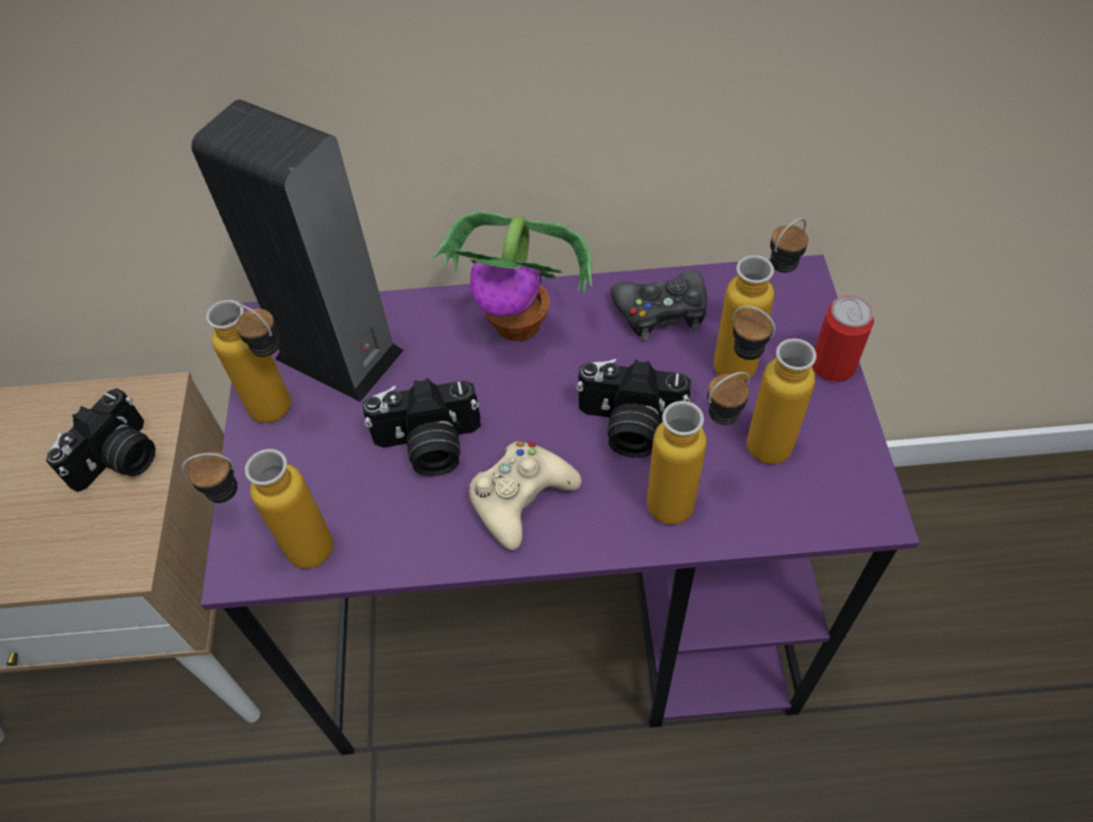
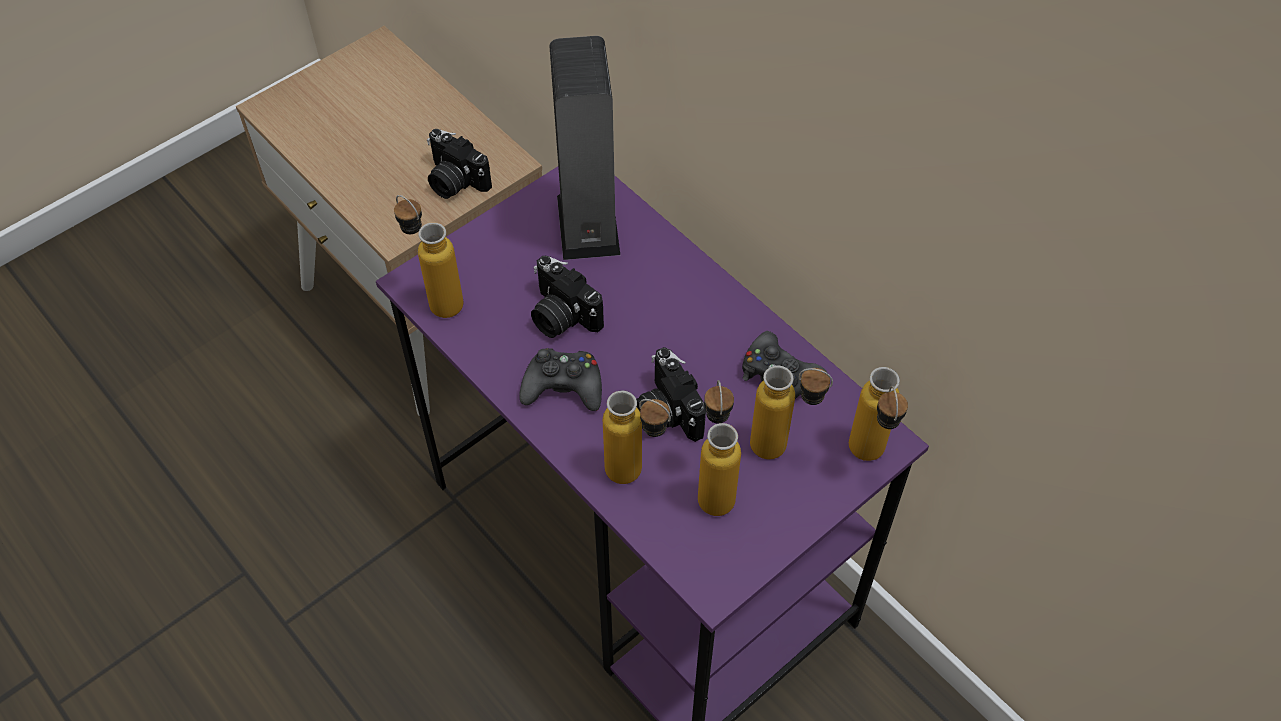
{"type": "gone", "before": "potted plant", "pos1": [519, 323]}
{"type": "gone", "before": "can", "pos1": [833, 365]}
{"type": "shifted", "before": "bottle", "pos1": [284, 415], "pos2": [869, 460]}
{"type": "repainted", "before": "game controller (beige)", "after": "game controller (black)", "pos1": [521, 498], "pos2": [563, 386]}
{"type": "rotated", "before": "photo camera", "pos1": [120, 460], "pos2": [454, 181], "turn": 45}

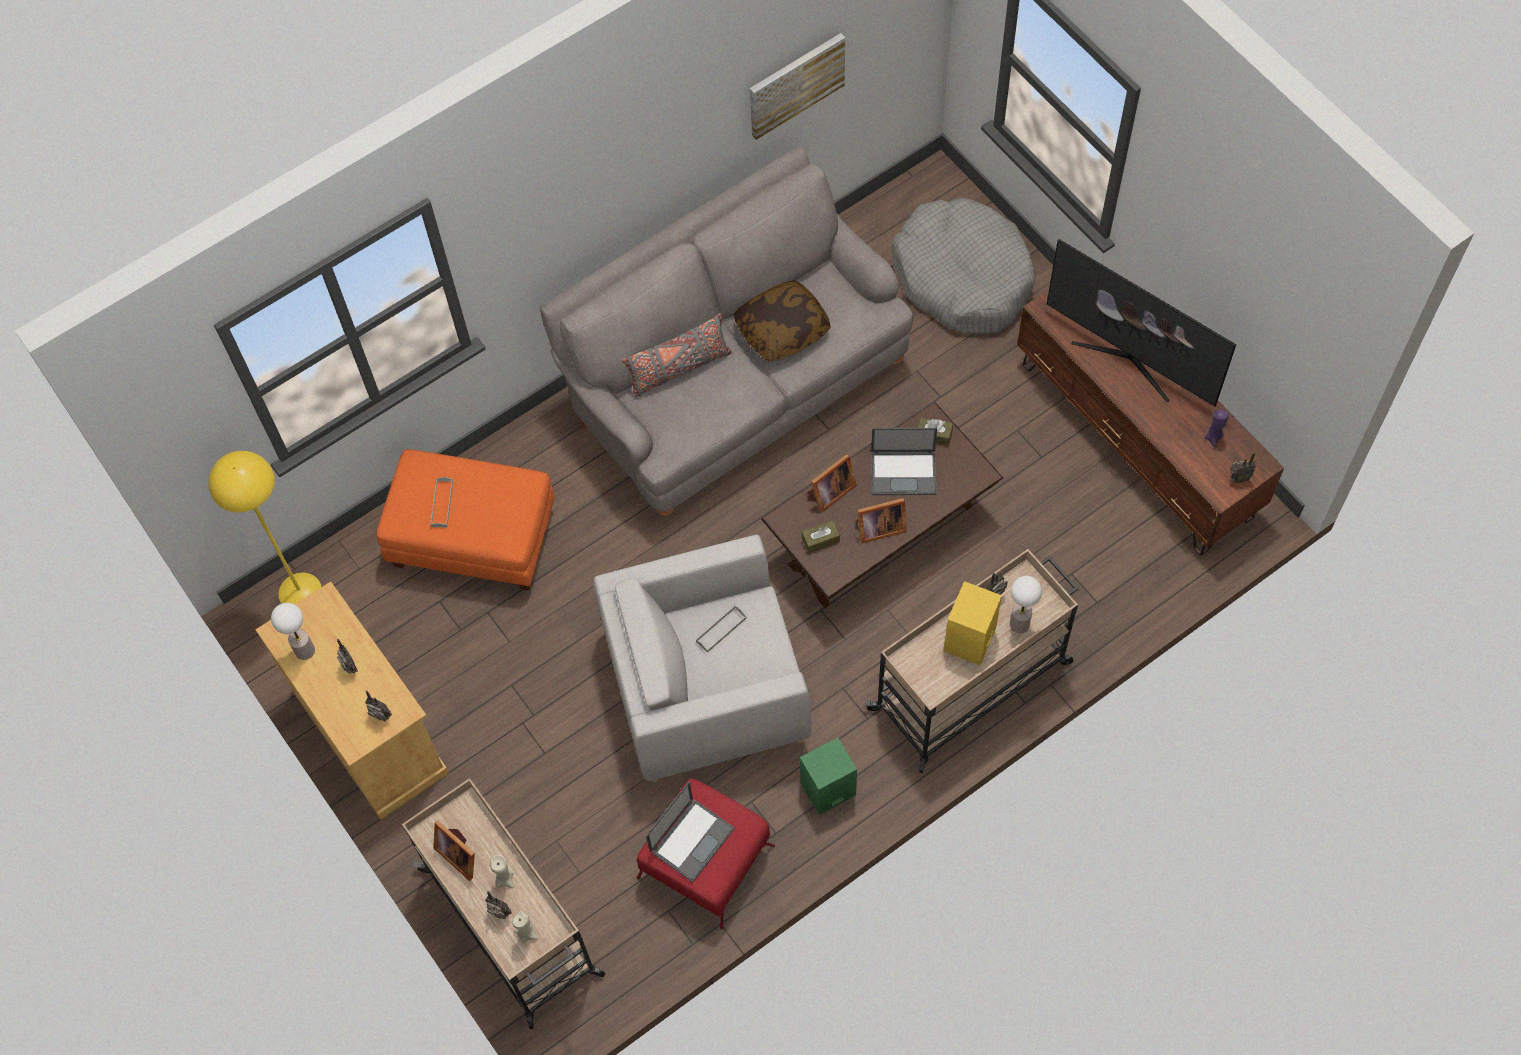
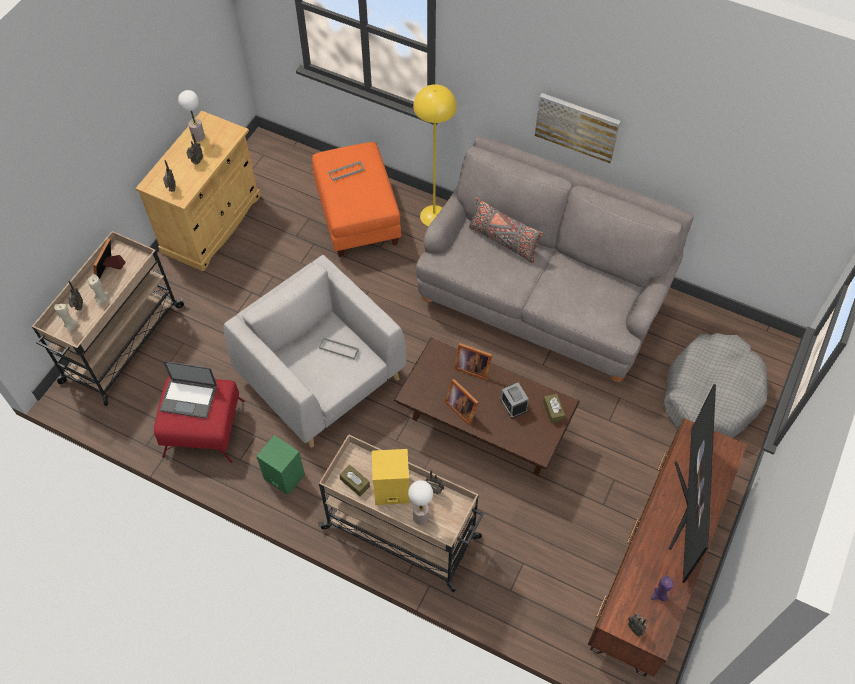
{"type": "gone", "before": "pillow", "pos1": [782, 329]}
{"type": "shifted", "before": "floor lamp (yellow)", "pos1": [300, 591], "pos2": [434, 216]}
{"type": "shifted", "before": "picture", "pos1": [795, 84], "pos2": [577, 126]}
{"type": "shifted", "before": "tissue box (brown)", "pos1": [820, 539], "pos2": [355, 483]}
{"type": "swapped", "before": "laptop", "after": "alarm clock", "pos1": [904, 472], "pos2": [513, 405]}

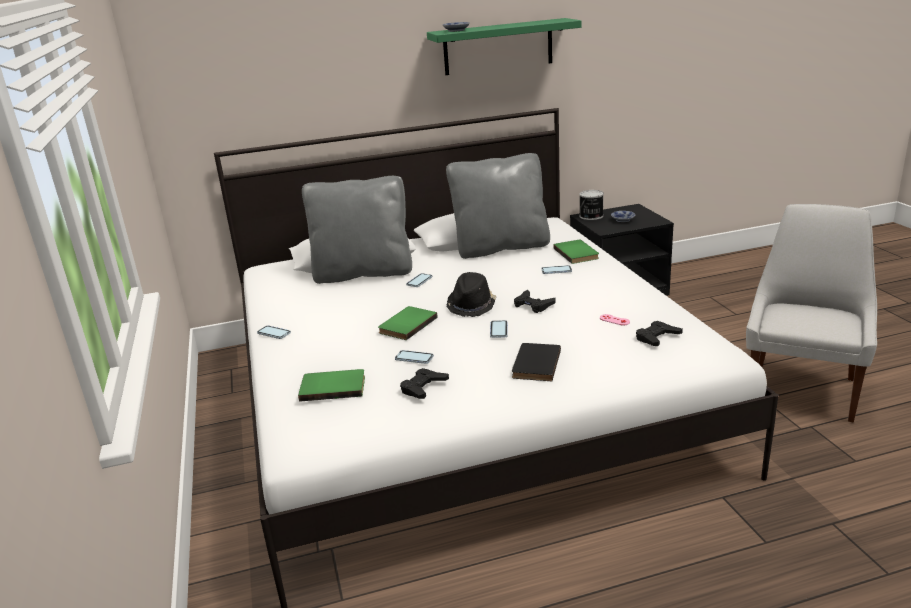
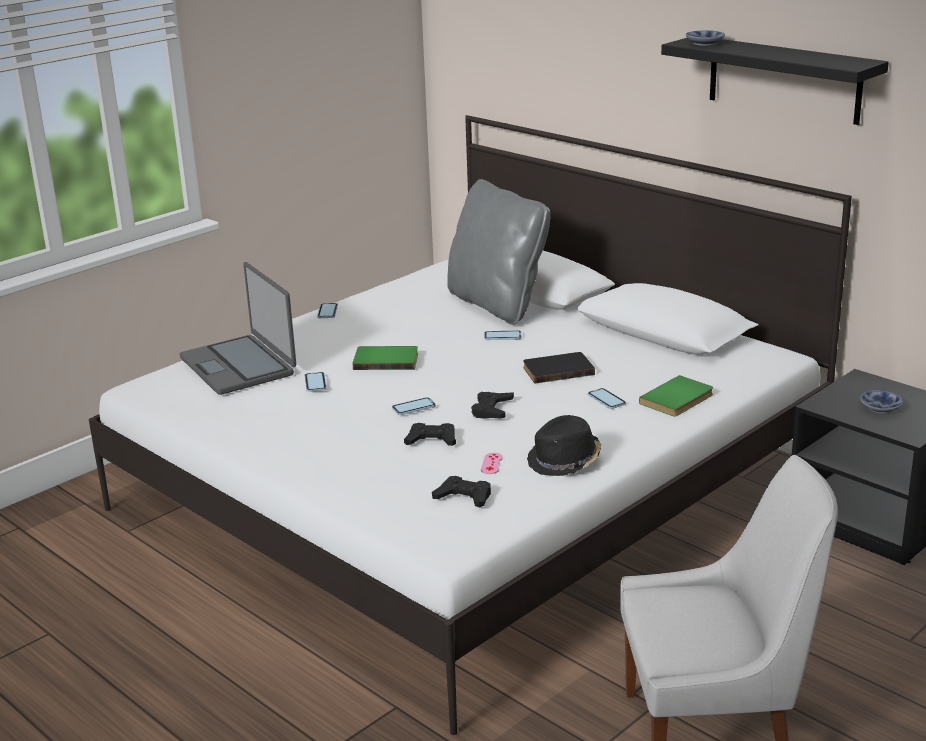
{"type": "gone", "before": "pillow (grey)", "pos1": [501, 247]}
{"type": "gone", "before": "can", "pos1": [591, 216]}
{"type": "shifted", "before": "game controller (black)", "pos1": [423, 387], "pos2": [431, 440]}
{"type": "shifted", "before": "hat (black)", "pos1": [472, 305], "pos2": [564, 461]}
{"type": "shifted", "before": "book (black)", "pos1": [534, 364], "pos2": [557, 370]}
{"type": "swapped", "before": "book (green)", "after": "laptop", "pos1": [333, 387], "pos2": [239, 366]}
{"type": "repainted", "before": "shelf (green)", "after": "shelf (black)", "pos1": [498, 47], "pos2": [784, 79]}

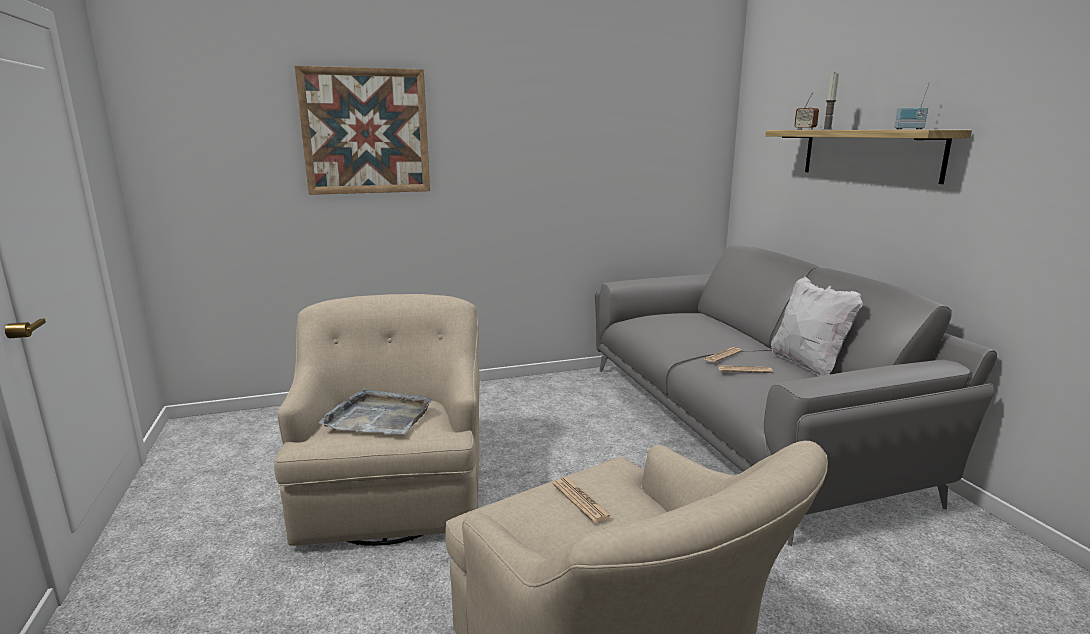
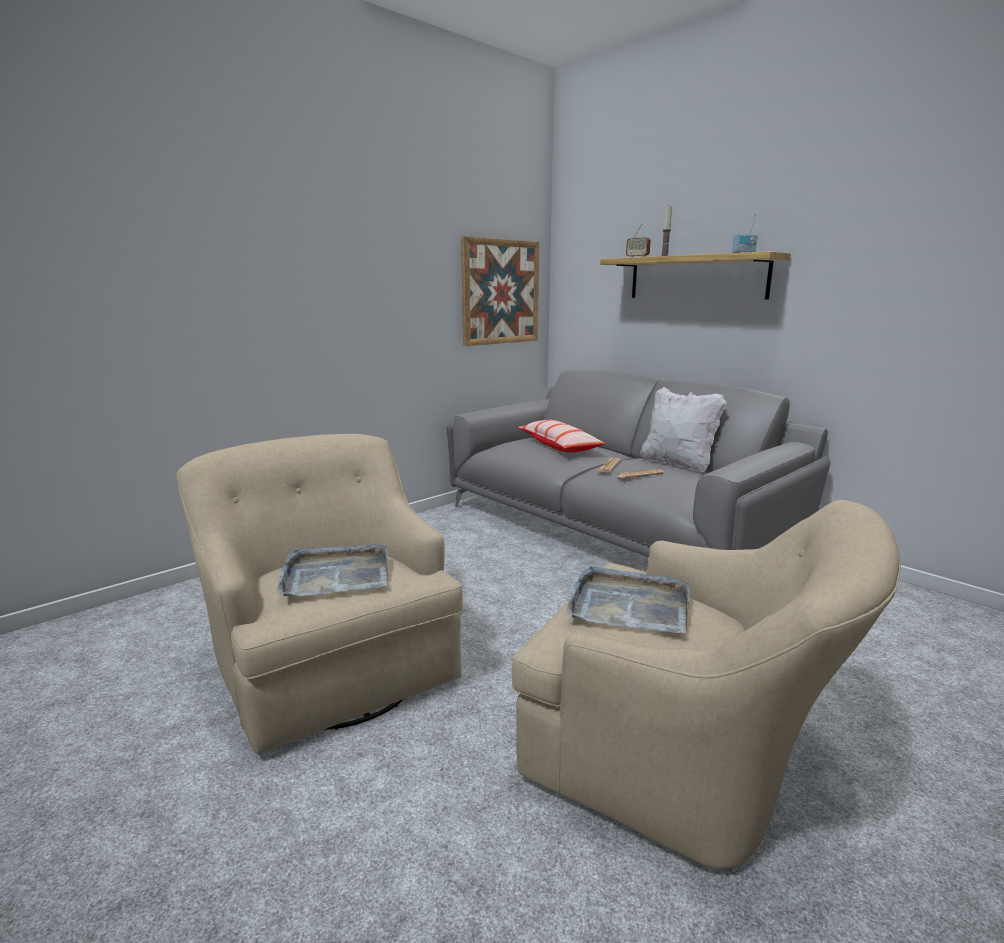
{"type": "new", "after": "pillow", "pos2": [559, 446]}
{"type": "shifted", "before": "picture", "pos1": [365, 131], "pos2": [500, 292]}
{"type": "swapped", "before": "newspaper", "after": "tray (grey)", "pos1": [581, 500], "pos2": [628, 604]}

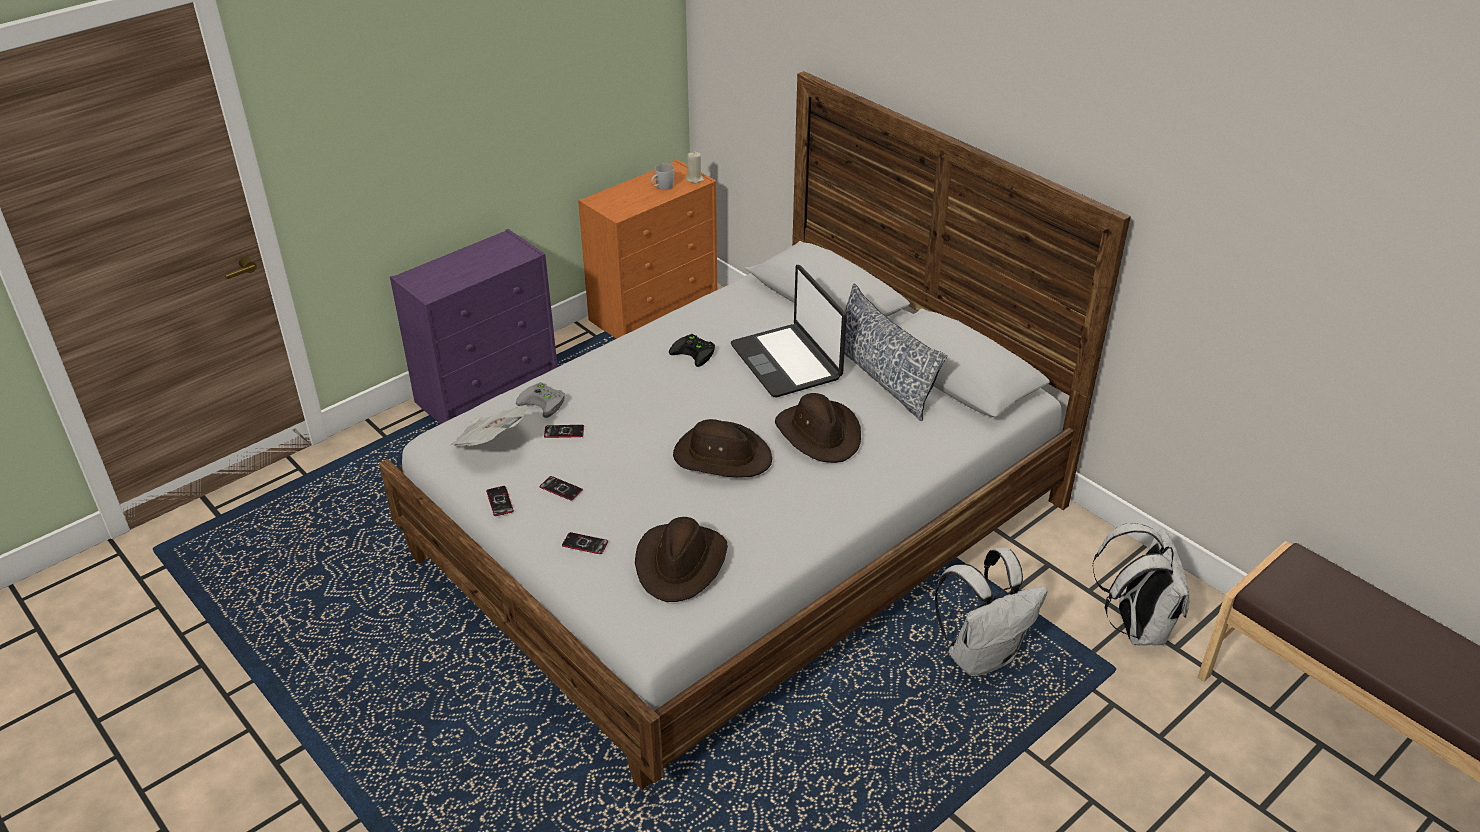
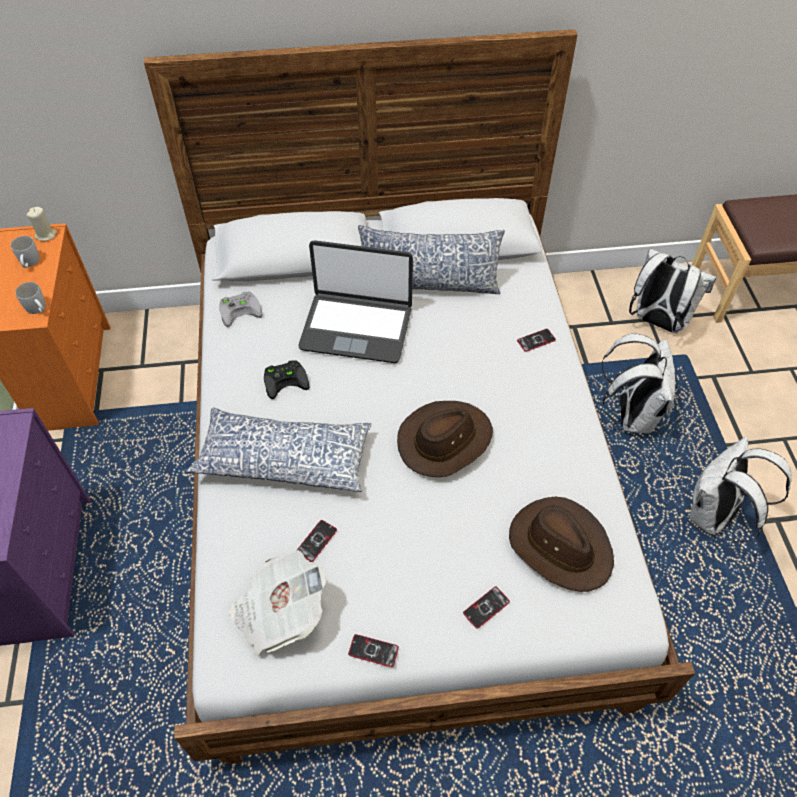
{"type": "gone", "before": "hat (brown)", "pos1": [819, 434]}
{"type": "new", "after": "mug (white)", "pos2": [38, 309]}
{"type": "new", "after": "pillow", "pos2": [284, 458]}
{"type": "new", "after": "backpack (white)", "pos2": [714, 516]}
{"type": "shifted", "before": "game controller (grey)", "pos1": [544, 402], "pos2": [241, 309]}
{"type": "shifted", "before": "phone", "pos1": [561, 489], "pos2": [536, 340]}

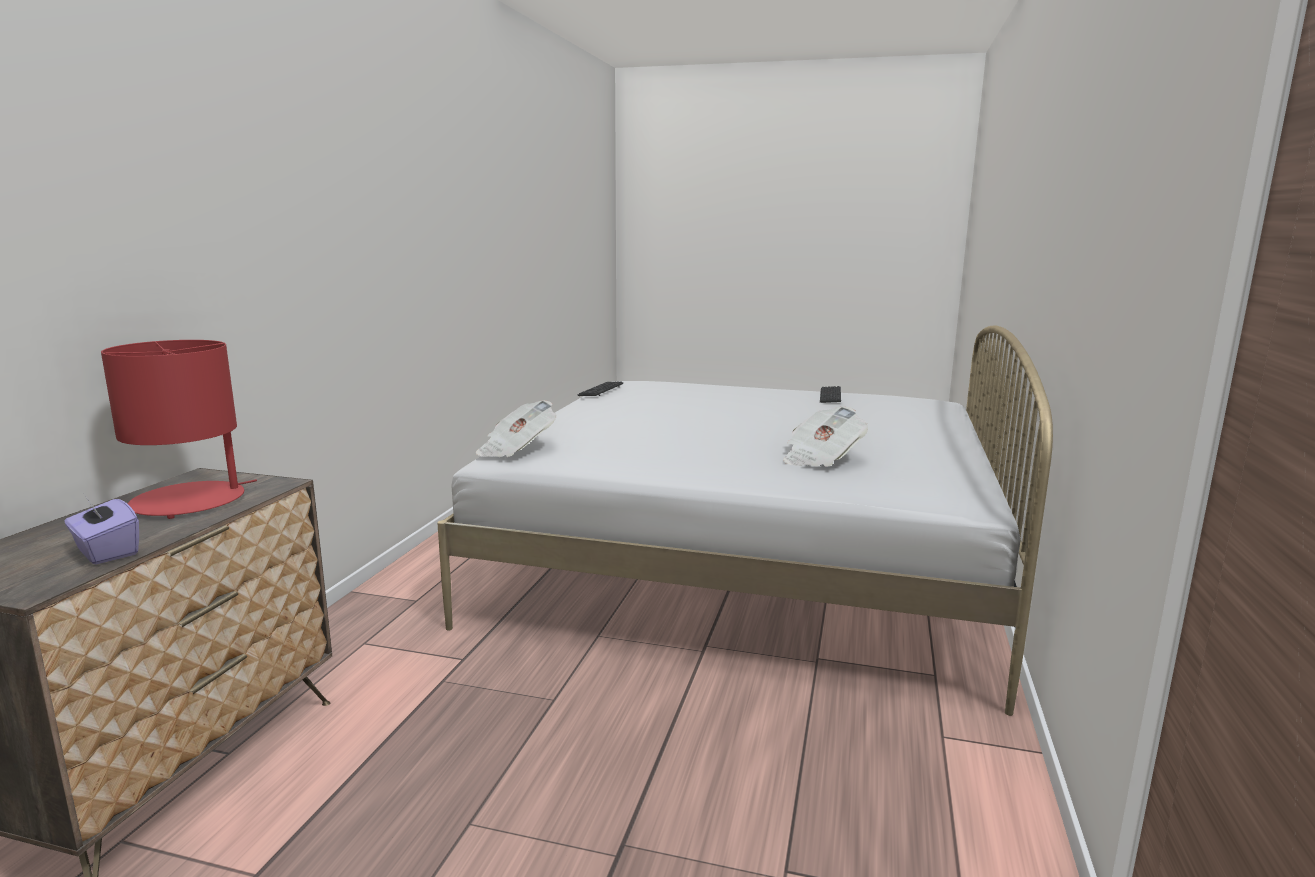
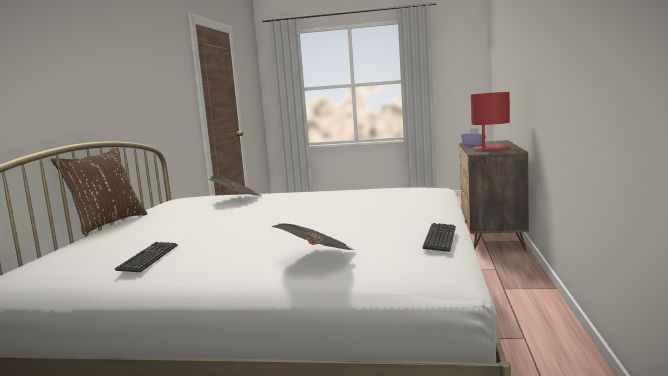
{"type": "new", "after": "pillow (brown)", "pos2": [107, 224]}
{"type": "shifted", "before": "newspaper", "pos1": [516, 450], "pos2": [318, 259]}

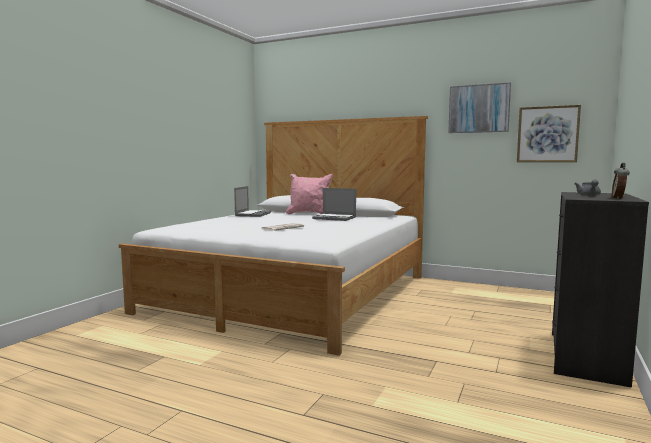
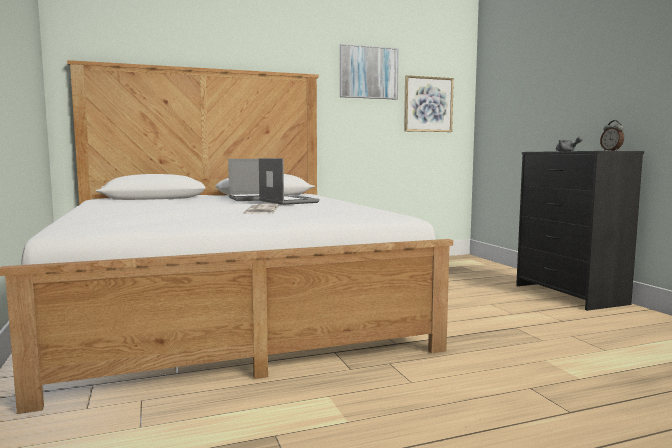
{"type": "gone", "before": "pillow (pink)", "pos1": [309, 214]}
{"type": "shifted", "before": "laptop", "pos1": [252, 214], "pos2": [287, 201]}

